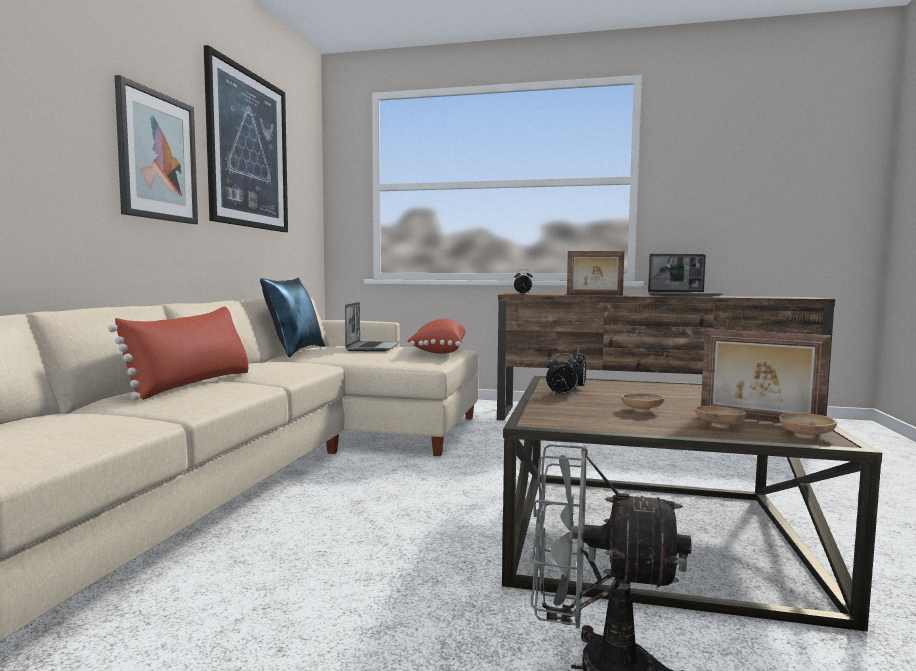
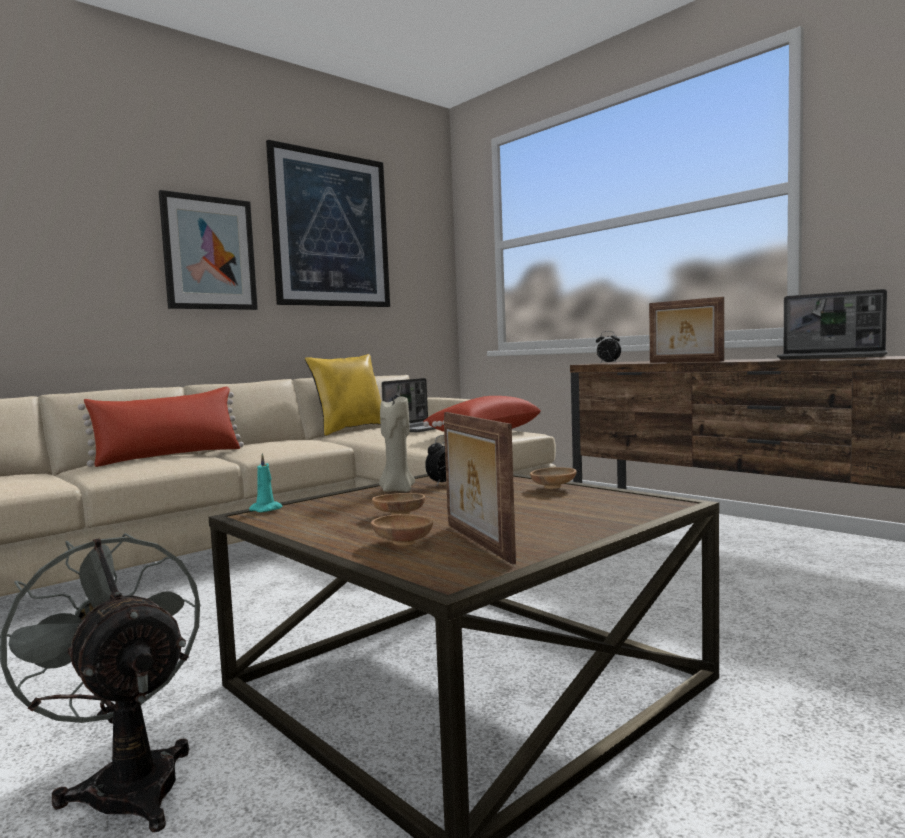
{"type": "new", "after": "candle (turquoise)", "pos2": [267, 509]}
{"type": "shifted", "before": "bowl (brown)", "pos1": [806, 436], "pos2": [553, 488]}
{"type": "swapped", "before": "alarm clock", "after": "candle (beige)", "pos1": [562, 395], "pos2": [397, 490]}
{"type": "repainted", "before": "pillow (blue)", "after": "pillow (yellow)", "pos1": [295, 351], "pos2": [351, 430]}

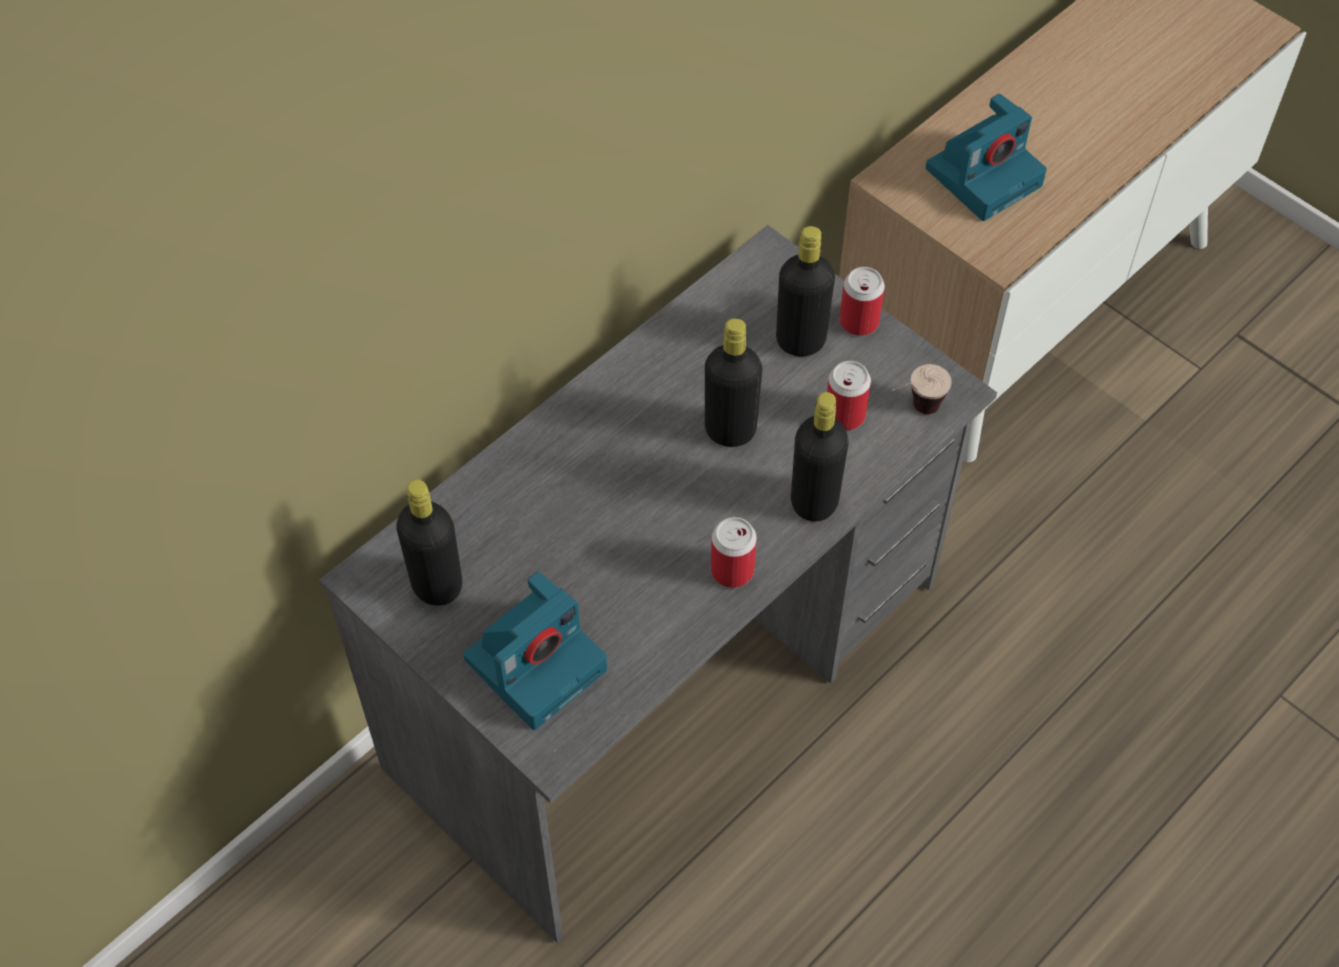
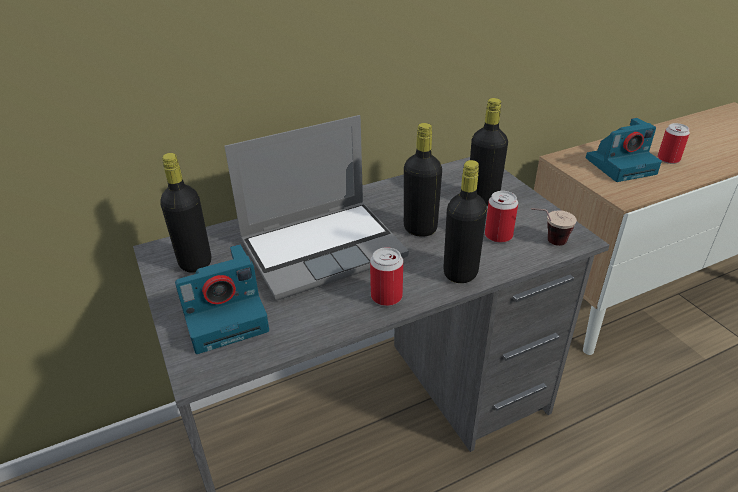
{"type": "new", "after": "laptop", "pos2": [324, 248]}
{"type": "shifted", "before": "can", "pos1": [859, 321], "pos2": [668, 159]}

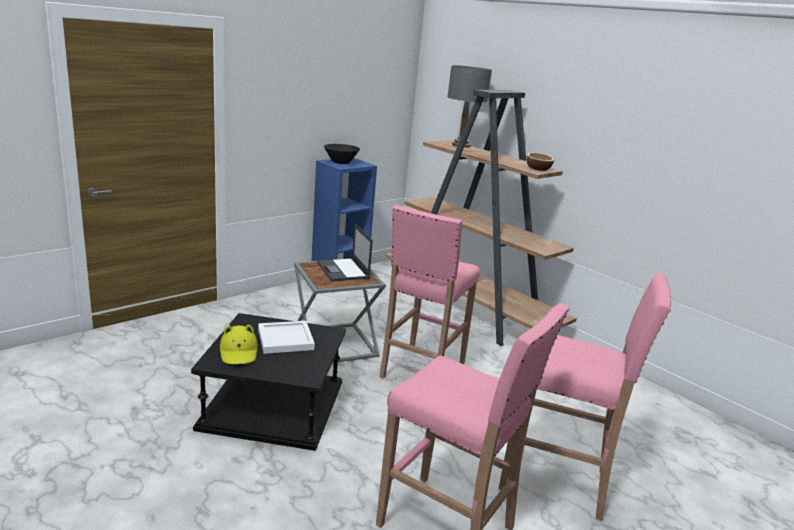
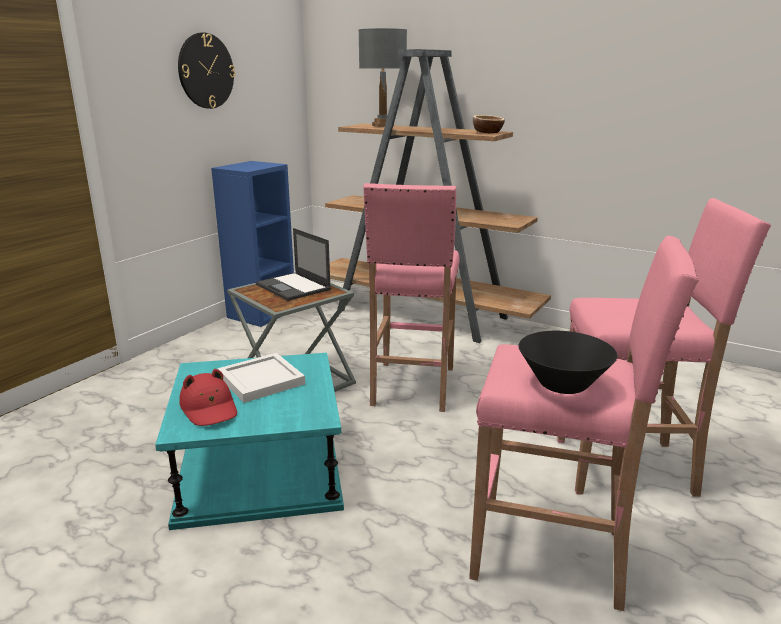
{"type": "new", "after": "wall clock", "pos2": [206, 71]}
{"type": "shifted", "before": "bowl (black)", "pos1": [341, 162], "pos2": [563, 385]}
{"type": "repainted", "before": "side table (black)", "after": "side table (turquoise)", "pos1": [273, 404], "pos2": [259, 469]}
{"type": "repainted", "before": "hat (yellow)", "after": "hat (red)", "pos1": [239, 352], "pos2": [209, 408]}

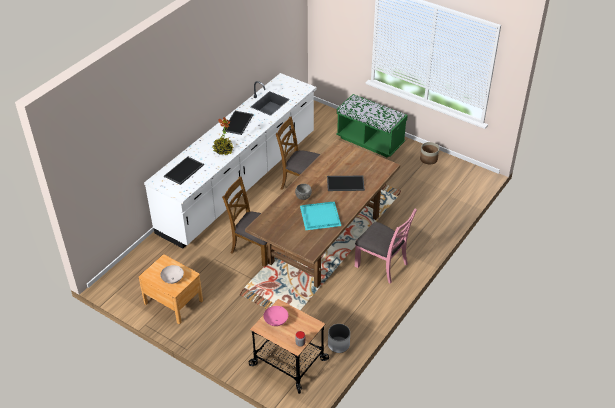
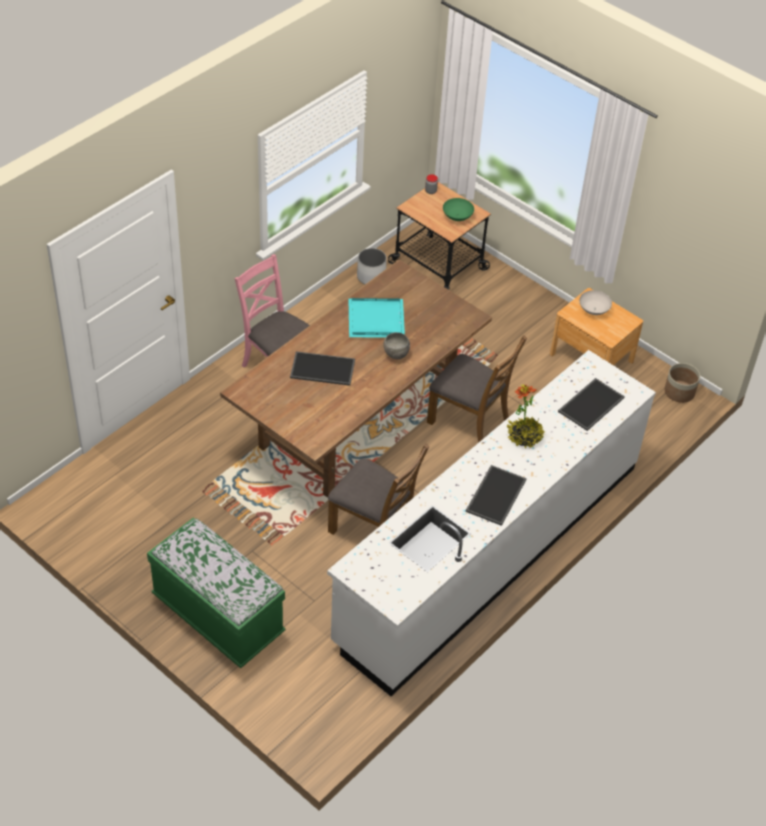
{"type": "shifted", "before": "planter", "pos1": [428, 159], "pos2": [679, 392]}
{"type": "repainted", "before": "bowl (pink)", "after": "bowl (green)", "pos1": [276, 321], "pos2": [457, 217]}

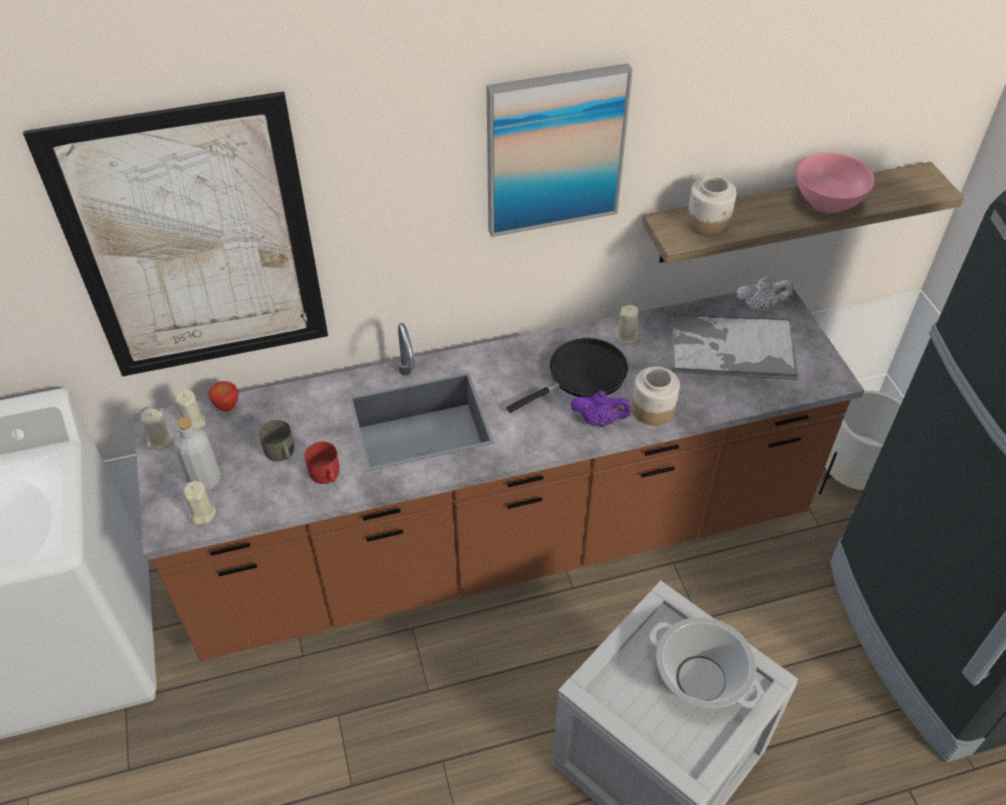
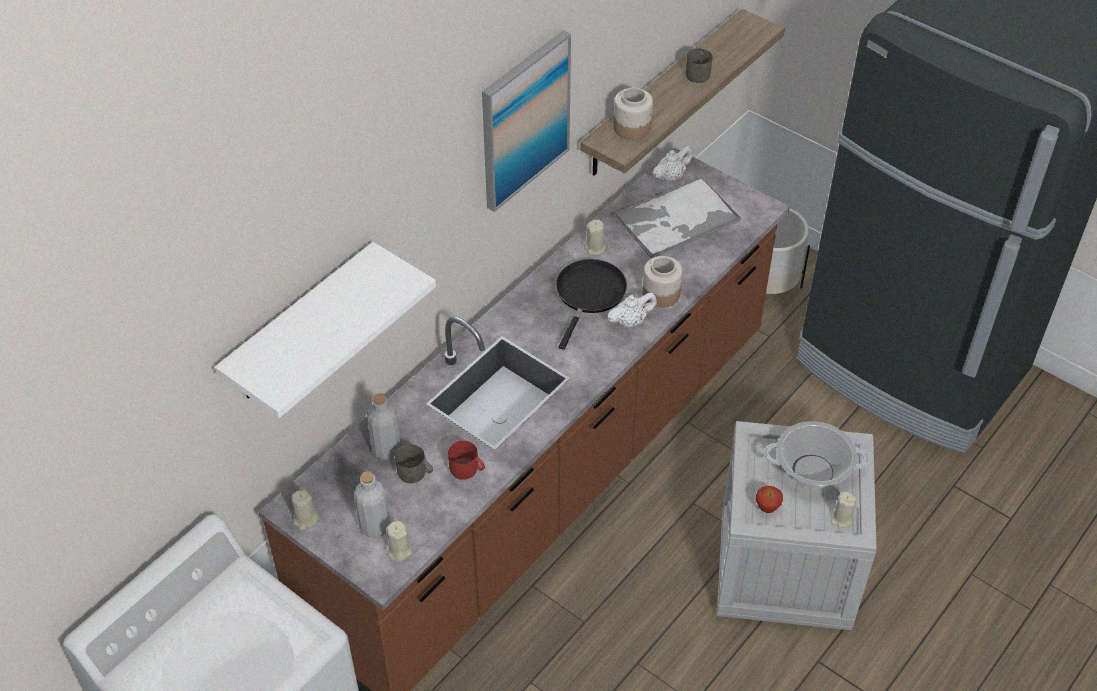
{"type": "new", "after": "bottle (grey)", "pos2": [386, 449]}
{"type": "shifted", "before": "candle (beige)", "pos1": [192, 422], "pos2": [841, 519]}
{"type": "shifted", "before": "apple", "pos1": [227, 407], "pos2": [767, 508]}
{"type": "swapped", "before": "picture", "after": "shelf (white)", "pos1": [195, 245], "pos2": [301, 325]}
{"type": "swapped", "before": "bowl (pink)", "after": "mug (grey)", "pos1": [826, 202], "pos2": [699, 73]}
{"type": "repainted", "before": "teapot (purple)", "after": "teapot (white)", "pos1": [599, 420], "pos2": [631, 321]}

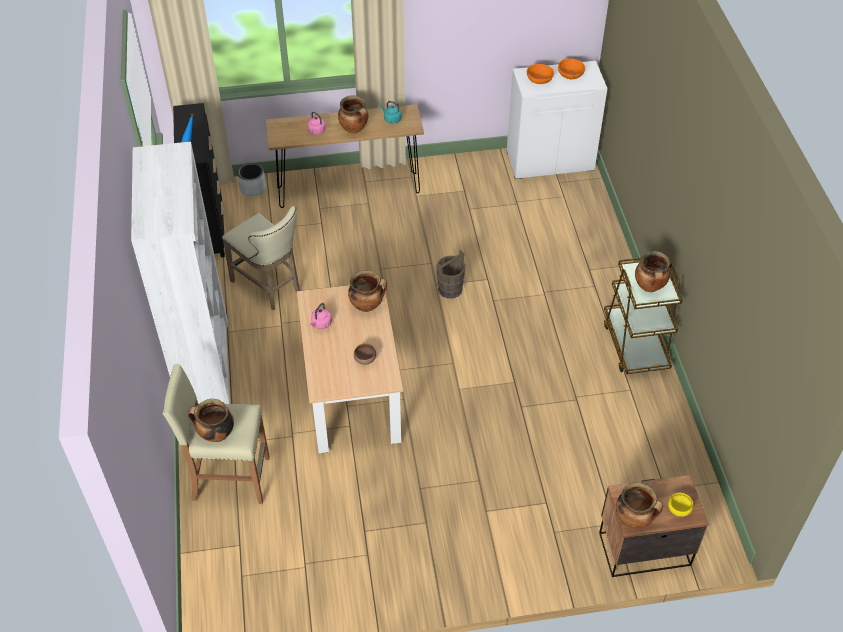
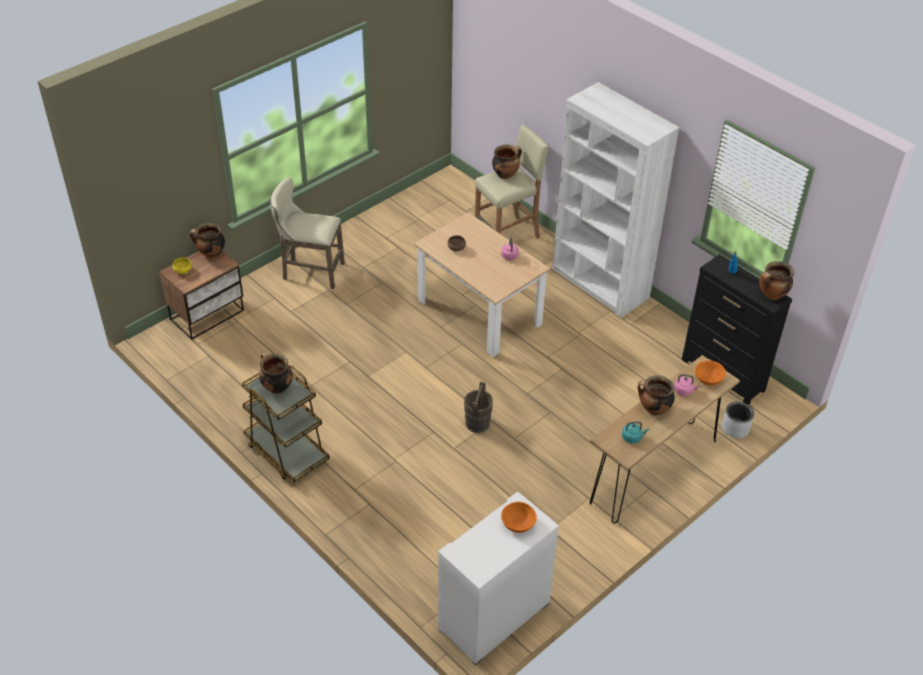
{"type": "shifted", "before": "stool (beige)", "pos1": [269, 287], "pos2": [310, 271]}
{"type": "shifted", "before": "cooking pot", "pos1": [367, 305], "pos2": [772, 295]}
{"type": "shifted", "before": "bowl (orange)", "pos1": [570, 74], "pos2": [708, 379]}

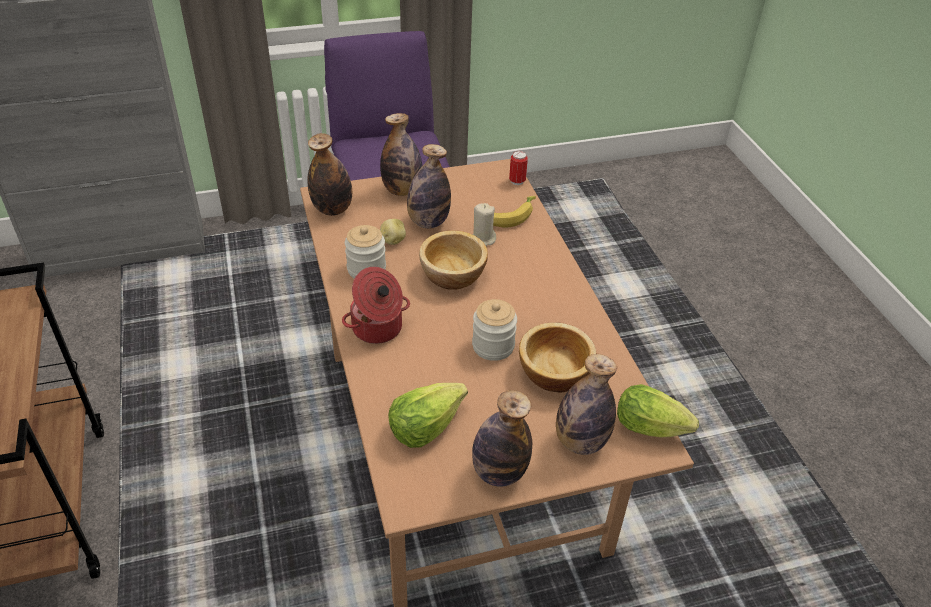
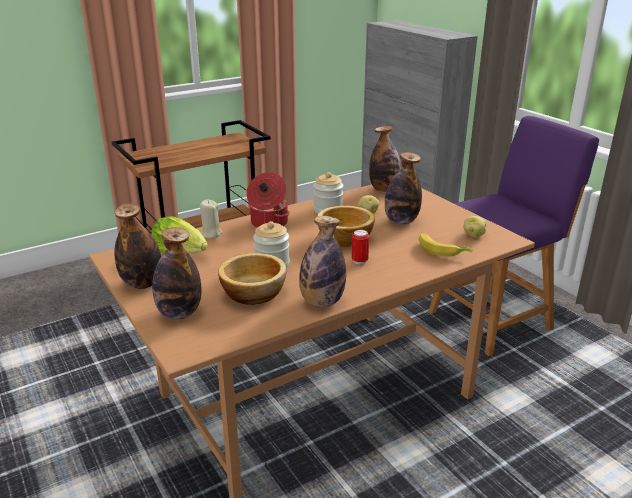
{"type": "gone", "before": "lettuce", "pos1": [654, 429]}
{"type": "new", "after": "potato", "pos2": [473, 235]}
{"type": "shifted", "before": "bottle", "pos1": [402, 190], "pos2": [322, 302]}
{"type": "shifted", "before": "candle (beige)", "pos1": [483, 240], "pos2": [210, 234]}
{"type": "shifted", "before": "can", "pos1": [517, 181], "pos2": [359, 261]}

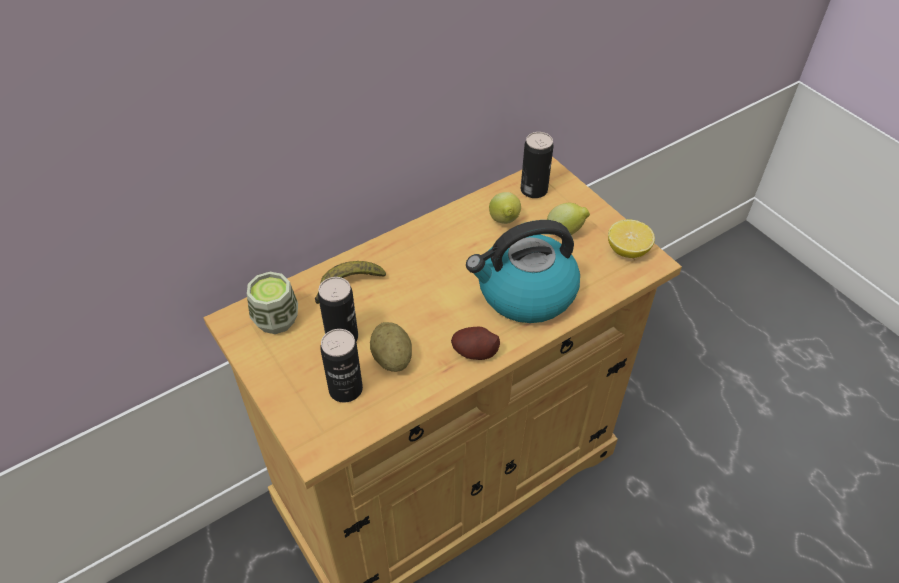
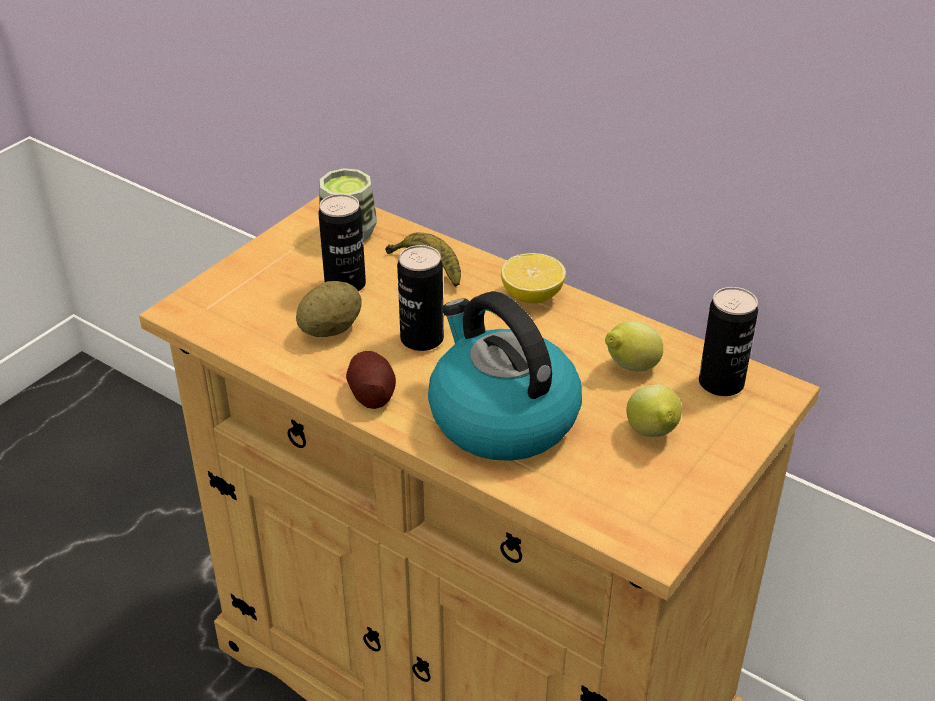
{"type": "shifted", "before": "can", "pos1": [345, 389], "pos2": [422, 339]}
{"type": "shifted", "before": "lemon", "pos1": [627, 250], "pos2": [532, 296]}

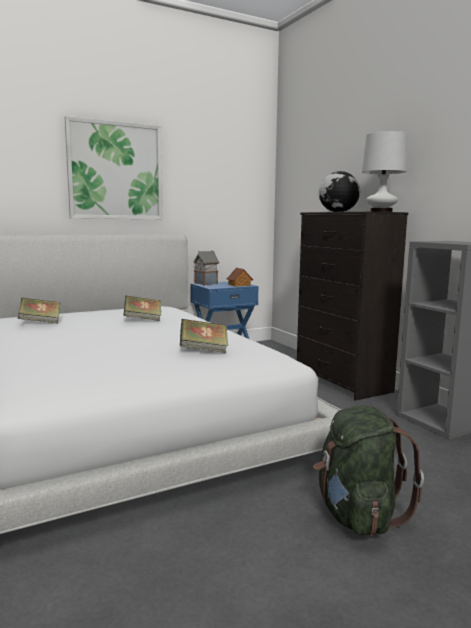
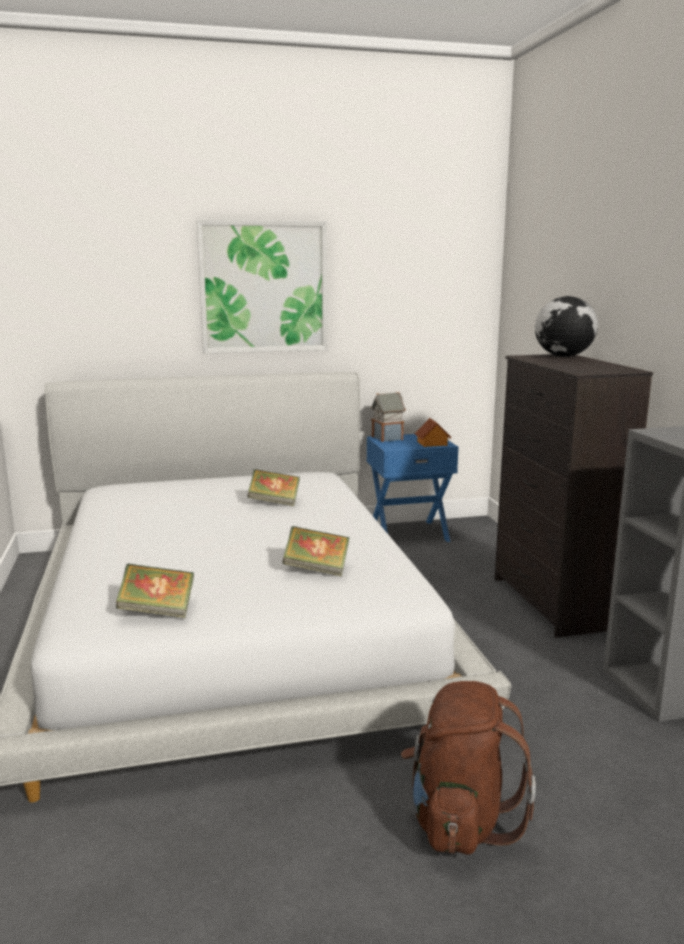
{"type": "gone", "before": "table lamp (white)", "pos1": [381, 211]}
{"type": "shifted", "before": "book", "pos1": [40, 322], "pos2": [157, 611]}
{"type": "repainted", "before": "backpack (green)", "after": "backpack (brown)", "pos1": [357, 515], "pos2": [460, 820]}

